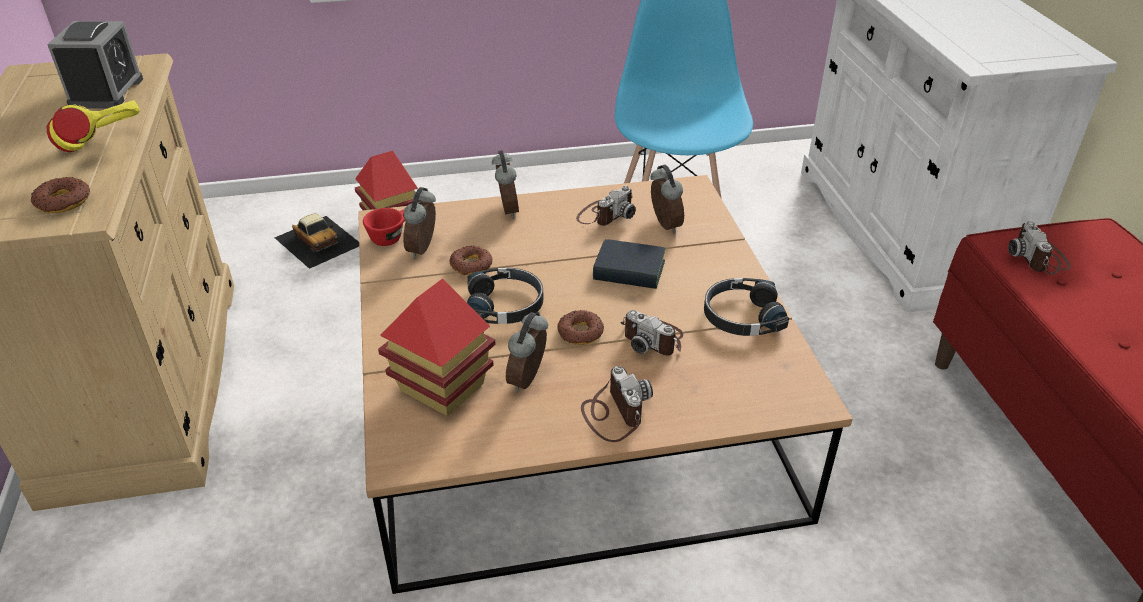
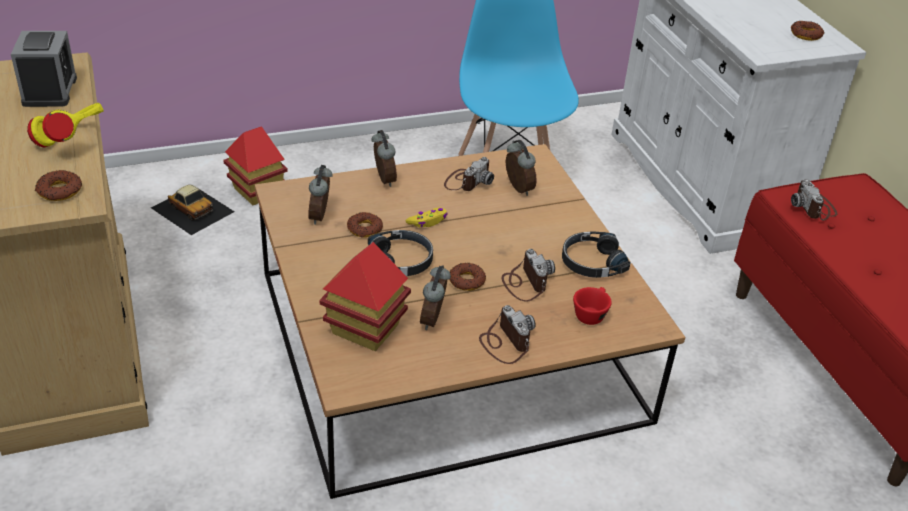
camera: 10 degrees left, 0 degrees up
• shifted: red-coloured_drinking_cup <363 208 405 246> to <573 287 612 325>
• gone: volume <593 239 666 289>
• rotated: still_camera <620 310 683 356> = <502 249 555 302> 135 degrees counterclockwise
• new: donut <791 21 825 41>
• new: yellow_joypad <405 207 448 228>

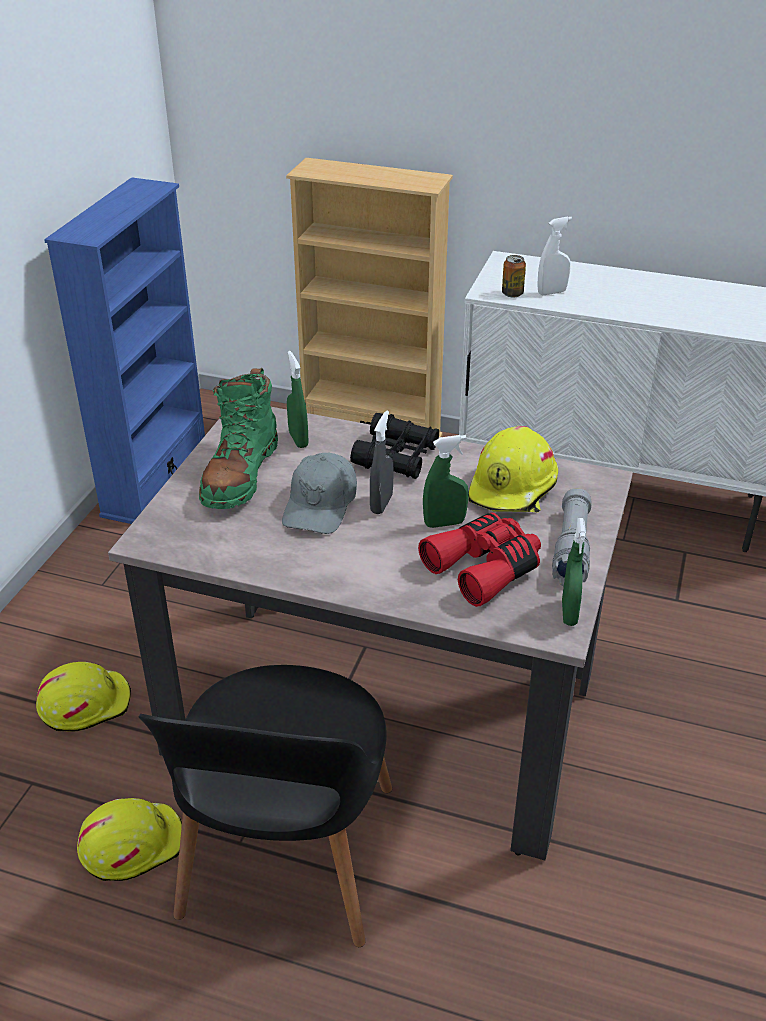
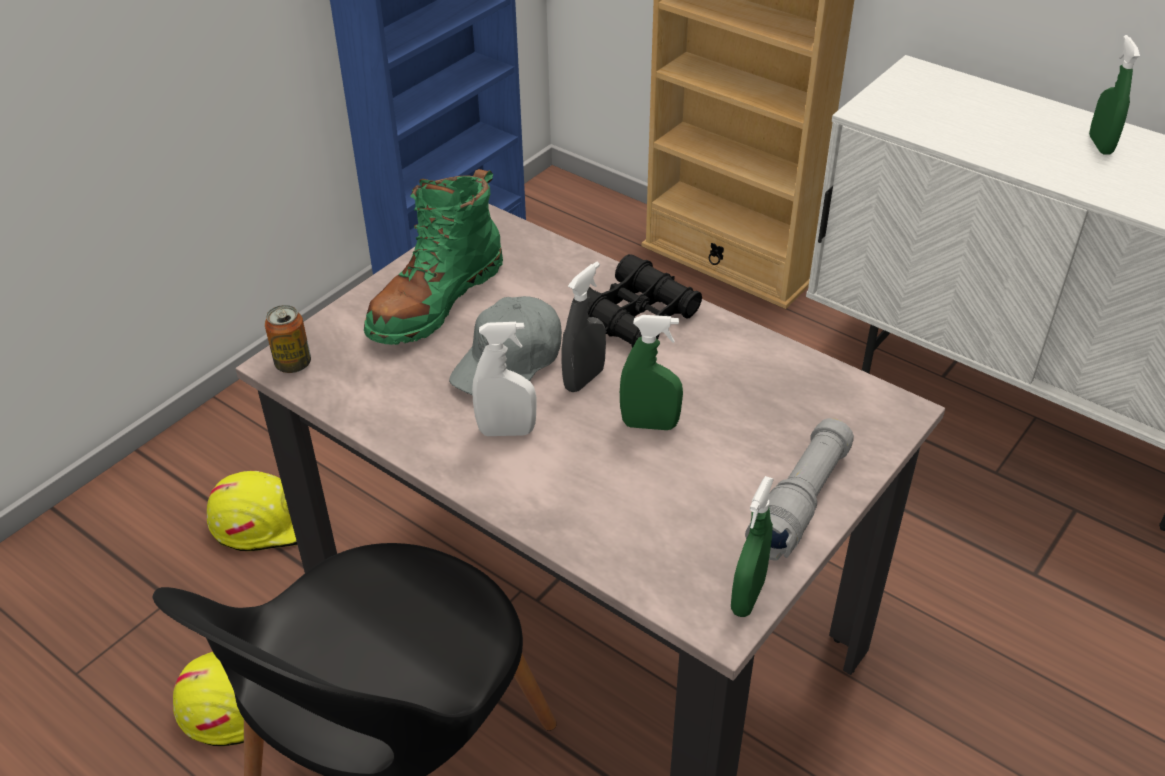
camera: 20 degrees right, 5 degrees up
• shifted: white_spray_bottle <537 217 572 295> to <472 322 536 436>
• shifted: can <502 255 526 298> to <265 305 311 373>
• shifted: greenish_spray_bottle <287 351 308 448> to <1089 35 1140 155>
• gone: yellow_work_helmet <468 426 558 512>
• gone: red-coloured_pair_of_binoculars <418 513 541 607>

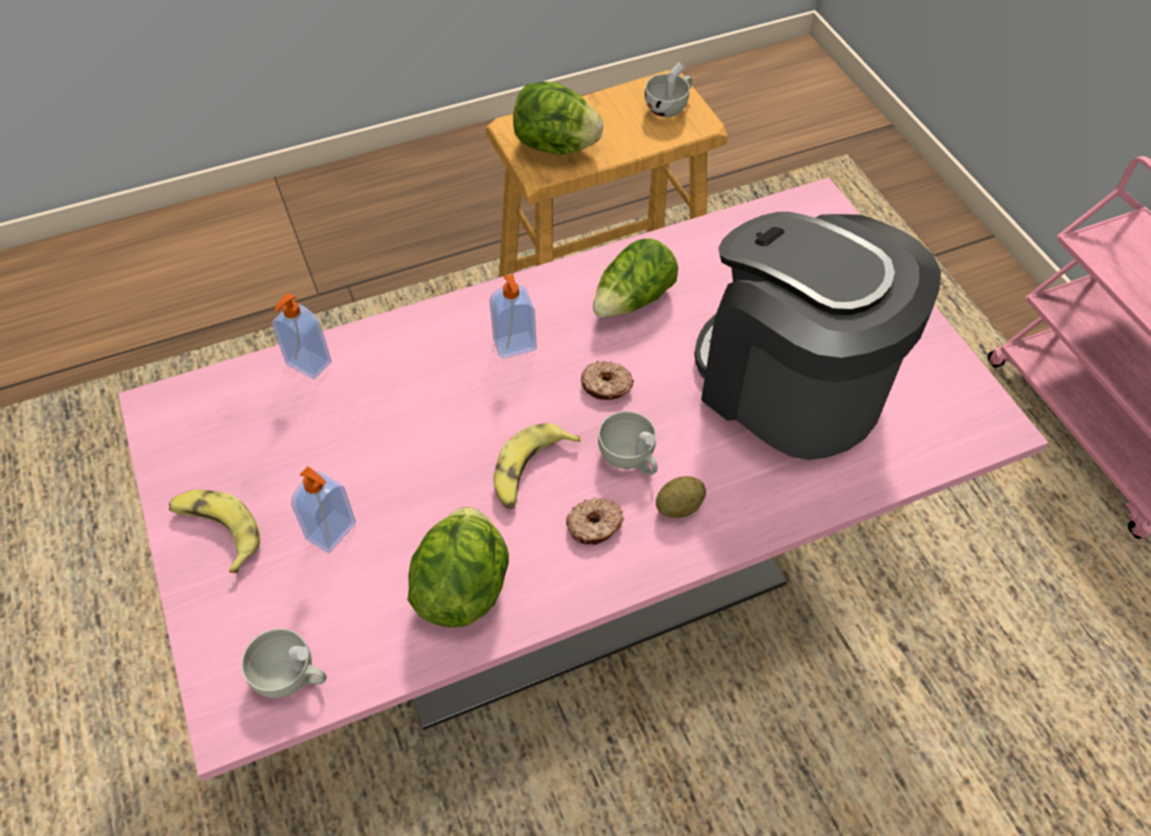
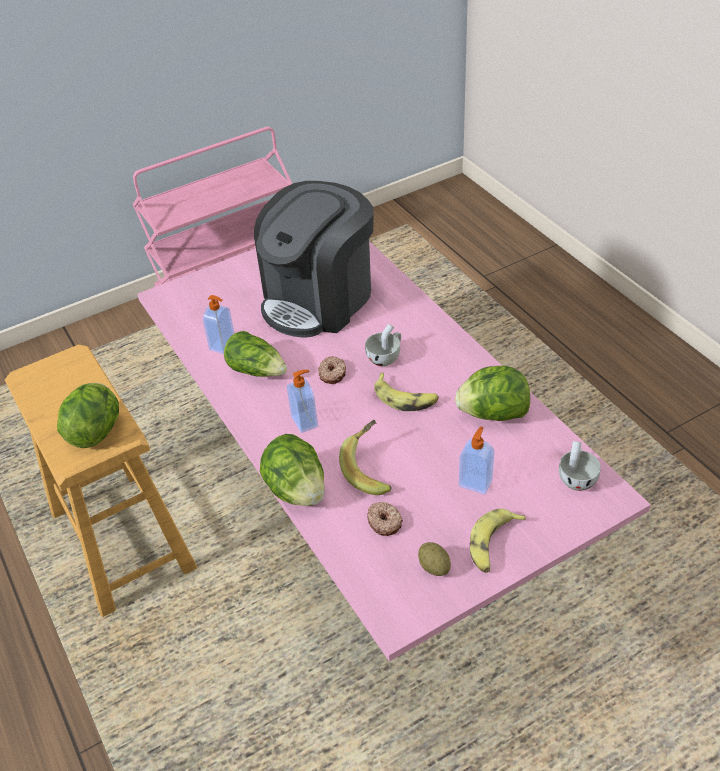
camera: 95 degrees left, 10 degrees down
• gone: white_drinking_cup <645 62 692 118>
• shifted: soap_dispenser <272 293 332 379> to <203 295 234 354>
• shifted: potato <656 476 706 518> to <418 542 451 576>
• shifted: donut <566 498 624 545> to <367 502 403 536>
• new: whole_banana <339 420 392 495>
• new: lettuce_head <260 434 325 506>

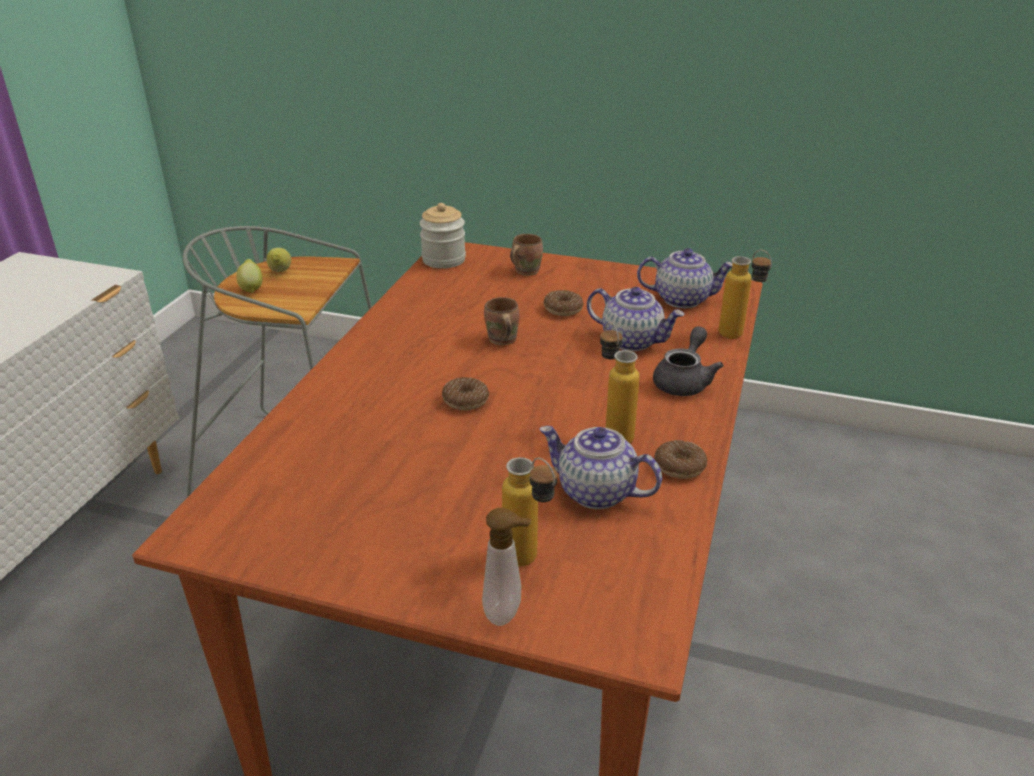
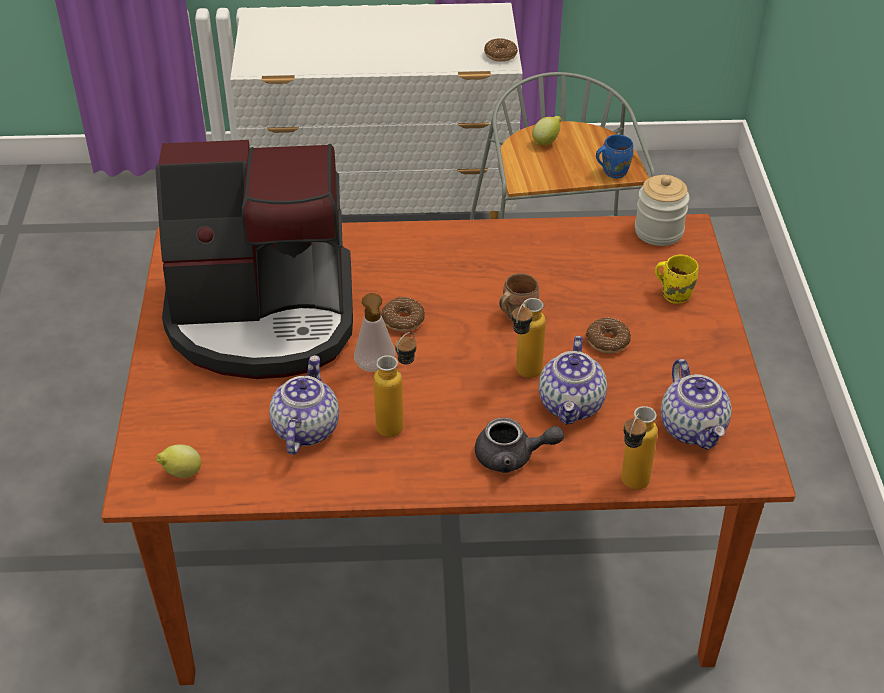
camera: 70 degrees right, 10 degrees up
• repainted: brownish_mug <510 234 543 276> to yellow_mug <655 255 699 304>
• shifted: lemon <267 248 291 272> to <156 444 201 478>
• shifted: donut <654 440 707 479> to <484 38 518 62>
• shifted: bottle <502 457 557 566> to <512 298 546 378>
• shifted: soap_dispenser <482 508 531 626> to <354 293 395 372>
• new: bluish_mug <596 135 633 178>
• new: coffee_machine <155 140 353 379>

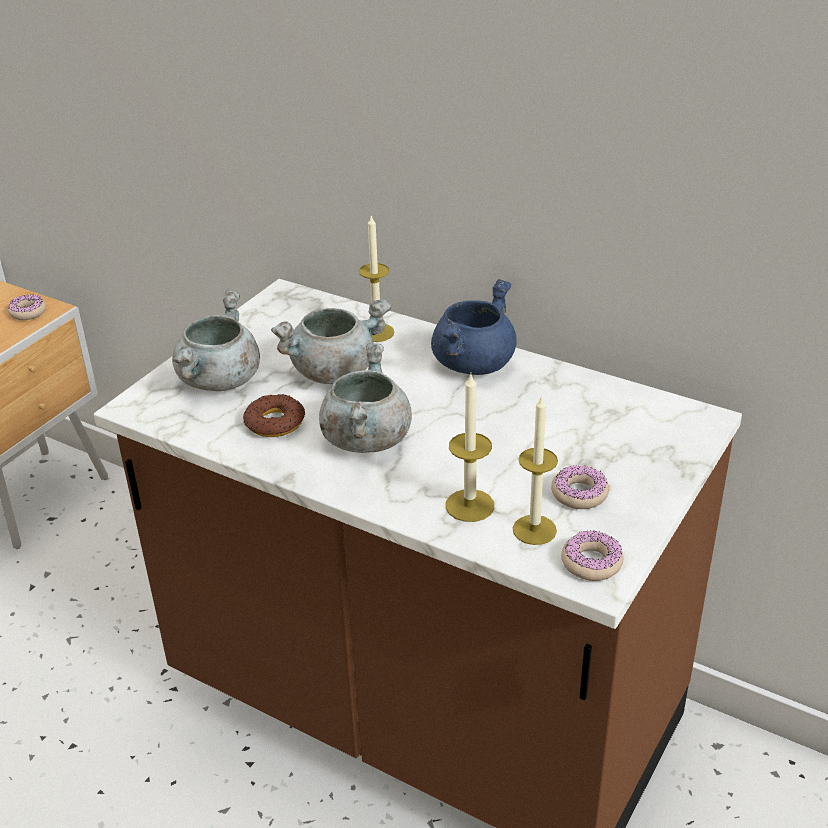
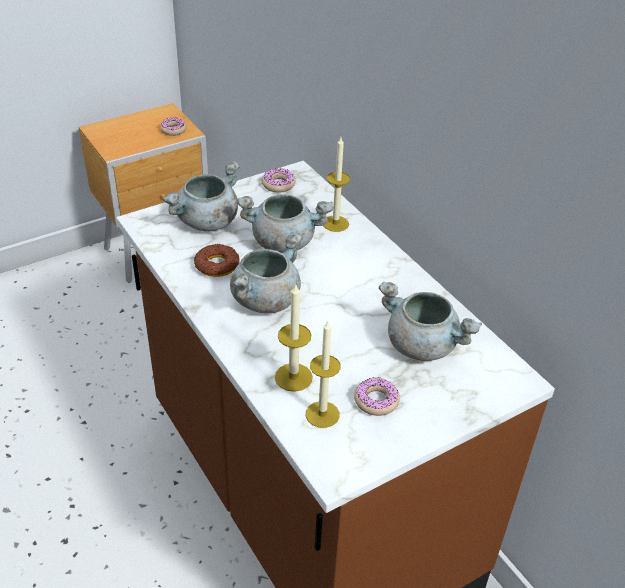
camera: 25 degrees right, 5 degrees up
• gone: bluish_saucepot <431 279 517 375>
• shifted: donut <561 531 623 581> to <262 168 295 193>
• new: gray_saucepot <379 282 482 361>

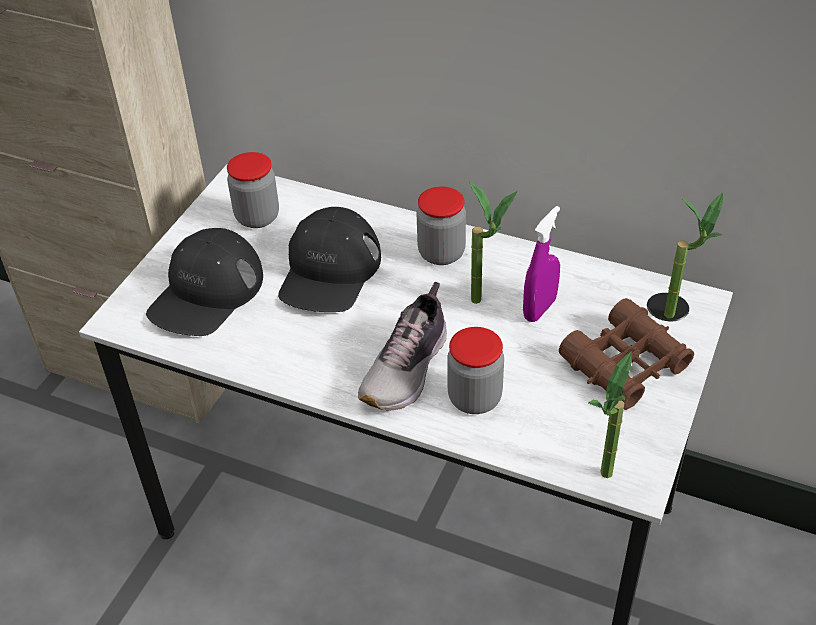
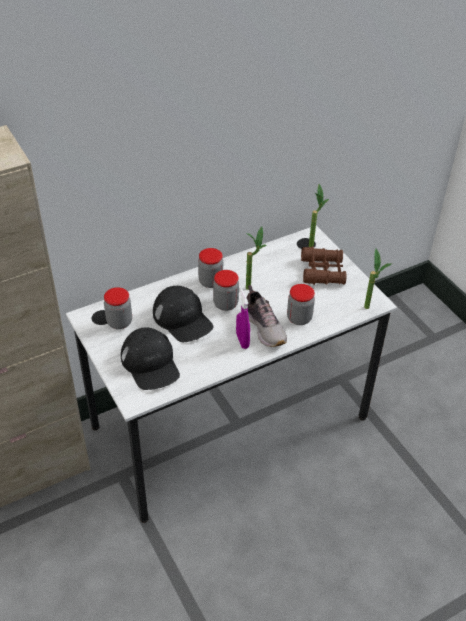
camera: 55 degrees left, 0 degrees up
• shifted: purple-coloured_spray_bottle <523 206 560 322> to <236 289 250 349>
• new: jar <213 270 239 311>

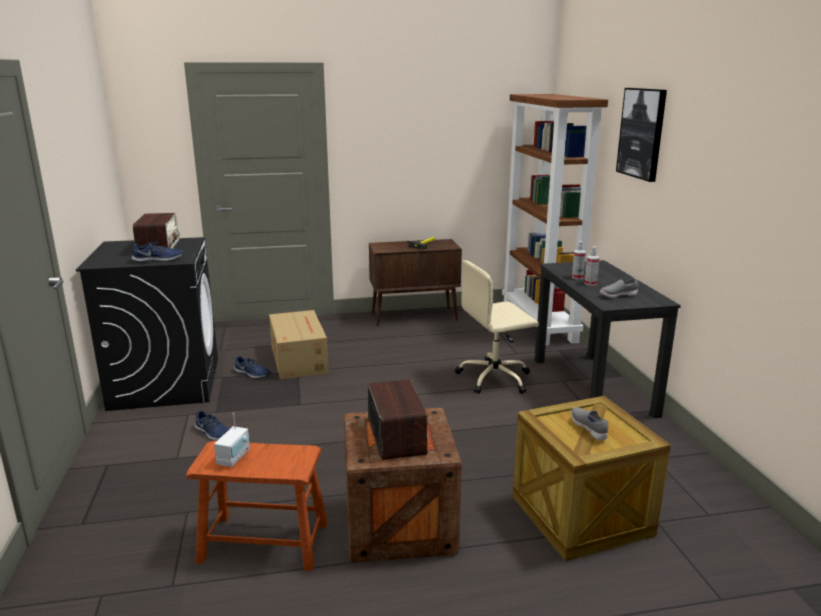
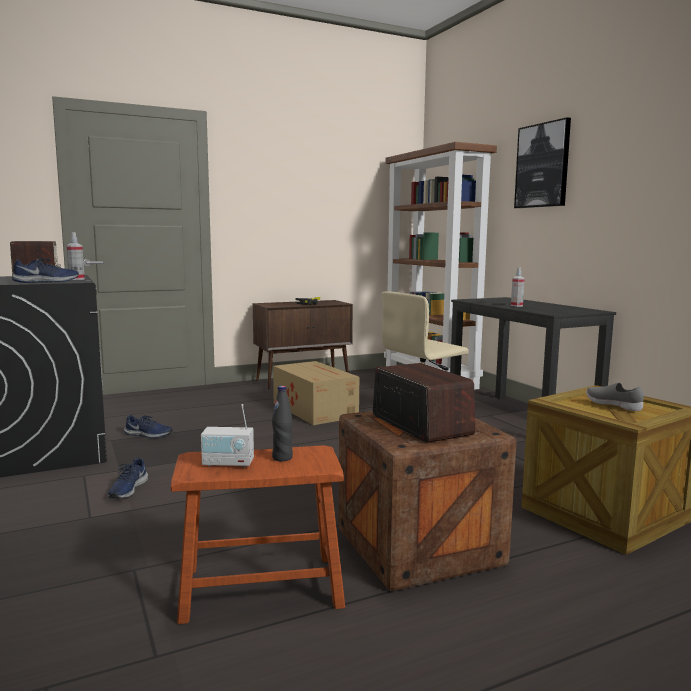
camera: 15 degrees left, 10 degrees down
• shifted: spray_bottle <572 241 586 279> to <66 232 85 280>
• gone: gray_low_shoe <600 278 638 298>
• shifted: packing_box <269 310 329 380> to <273 361 359 425>
• rotated: bluish_low_shoe <194 410 229 441> = <108 458 148 498> 75 degrees clockwise
• rotated: radio_receiver <214 413 250 467> = <201 404 254 468> 90 degrees clockwise
• new: blackish_bottle <272 386 293 462>

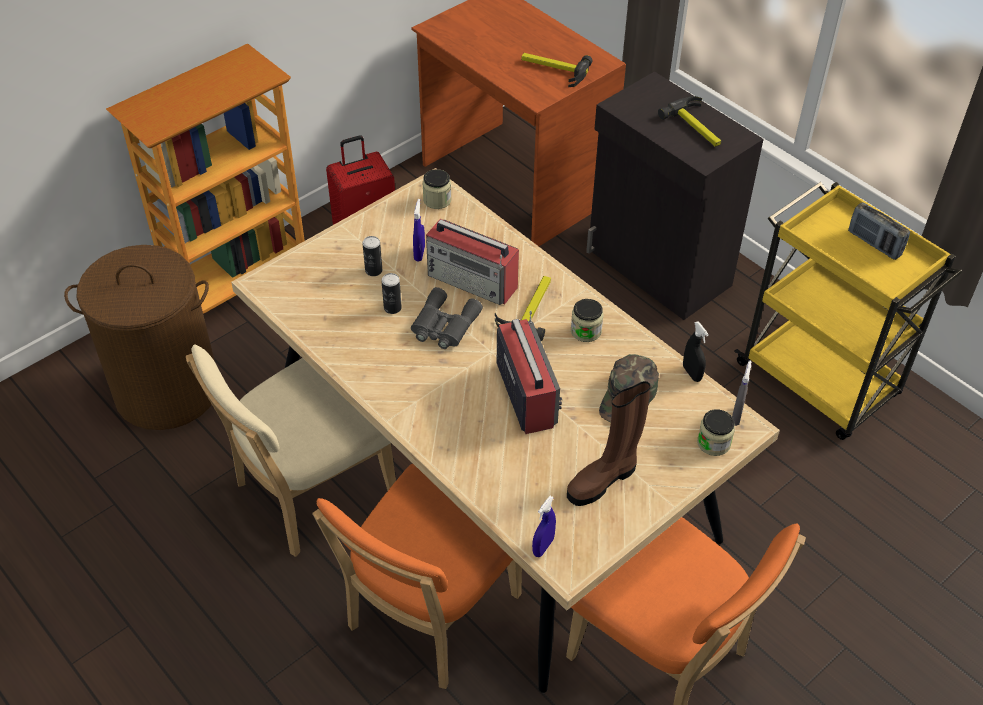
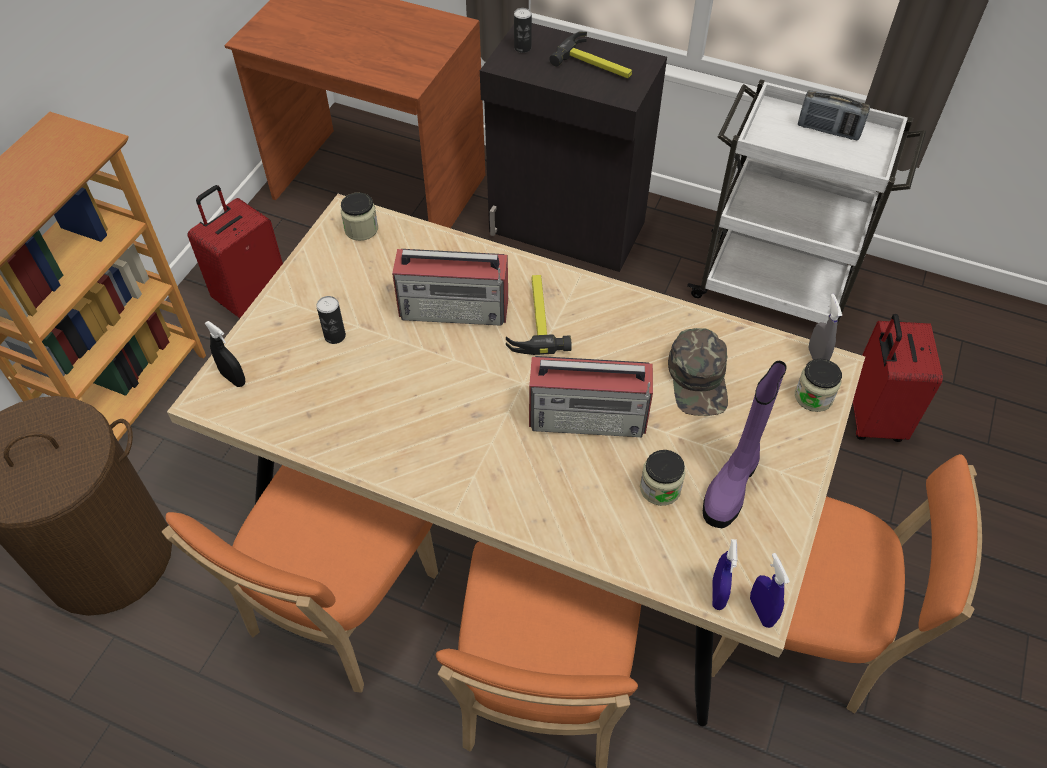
camera: 25 degrees left, 5 degrees up
• gone: tool_hammer <521 53 593 87>
• repainted: yellow_trolley <734 182 962 440> to white_trolley <687 79 926 325>
• shifted: bluish_spray_bottle <413 199 425 262> to <750 553 790 628>
• shifted: can <381 273 402 314> to <514 8 532 53>
• gone: gray_pair_of_binoculars <411 287 483 349>
• shifted: jar <571 299 603 342> to <640 450 685 506>
• rotated: radio_receiver <496 310 562 434> = <529 356 653 437> 135 degrees clockwise
• shifted: blackish_spray_bottle <683 321 709 382> to <204 321 245 387>
• repainted: sand-coloured_upright_chair <186 344 396 557> to orangey_upright_chair <162 465 438 693>
• repainted: brownish_tall_boot <567 381 650 506> to purple-coloured_tall_boot <703 361 786 528>
• new: red-coloured_suitcase <853 314 943 442>

